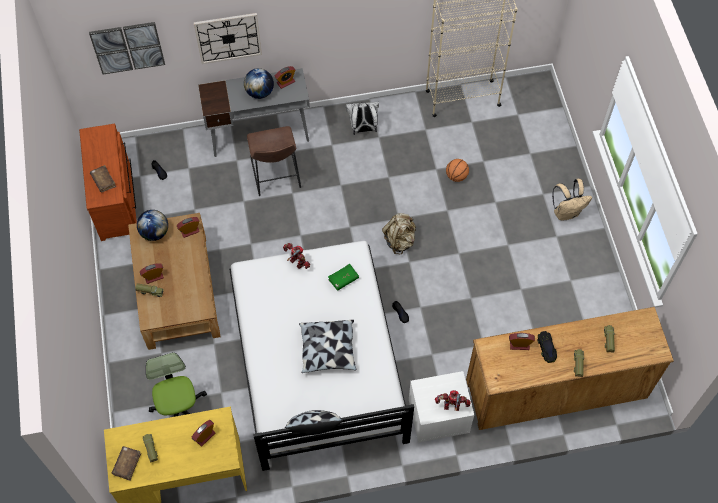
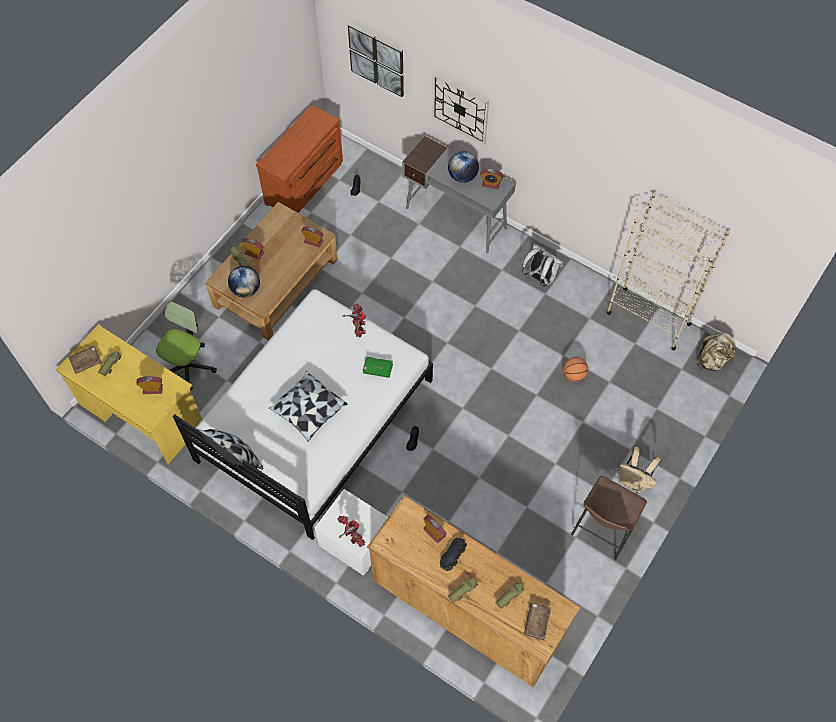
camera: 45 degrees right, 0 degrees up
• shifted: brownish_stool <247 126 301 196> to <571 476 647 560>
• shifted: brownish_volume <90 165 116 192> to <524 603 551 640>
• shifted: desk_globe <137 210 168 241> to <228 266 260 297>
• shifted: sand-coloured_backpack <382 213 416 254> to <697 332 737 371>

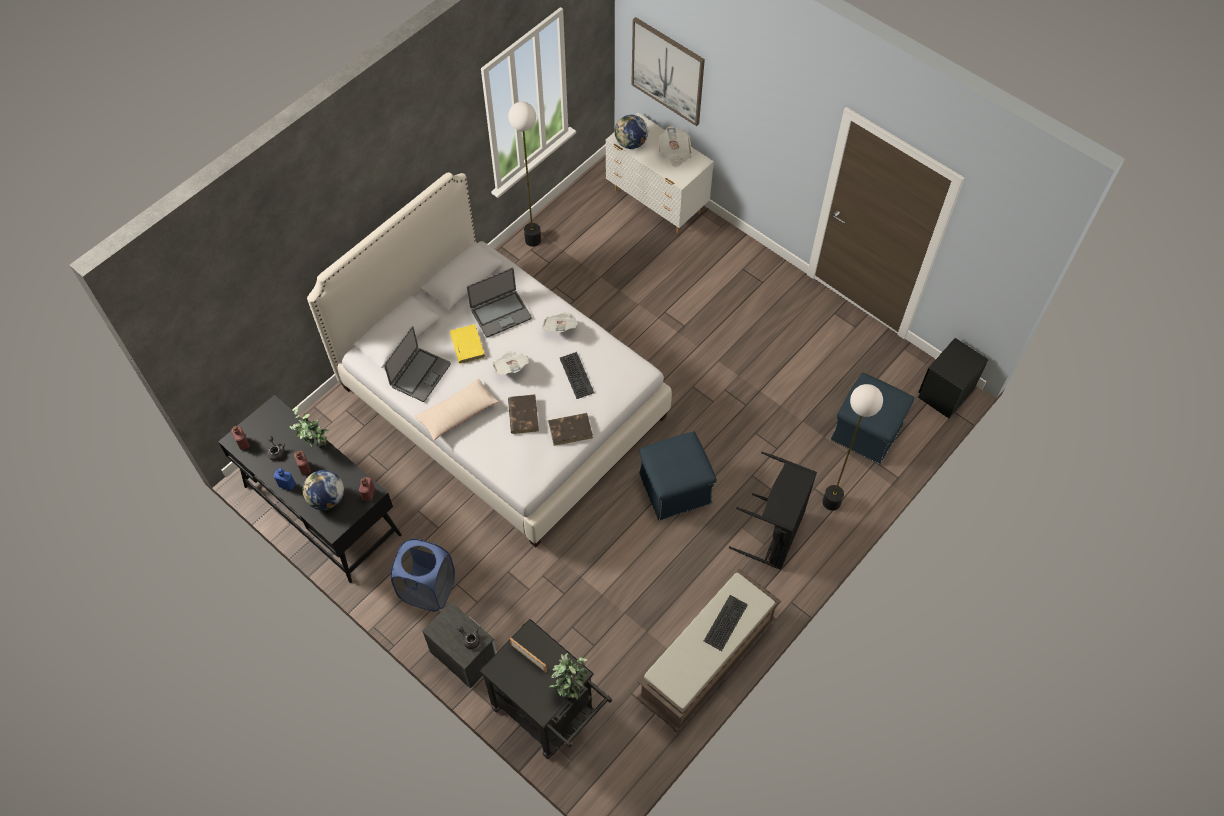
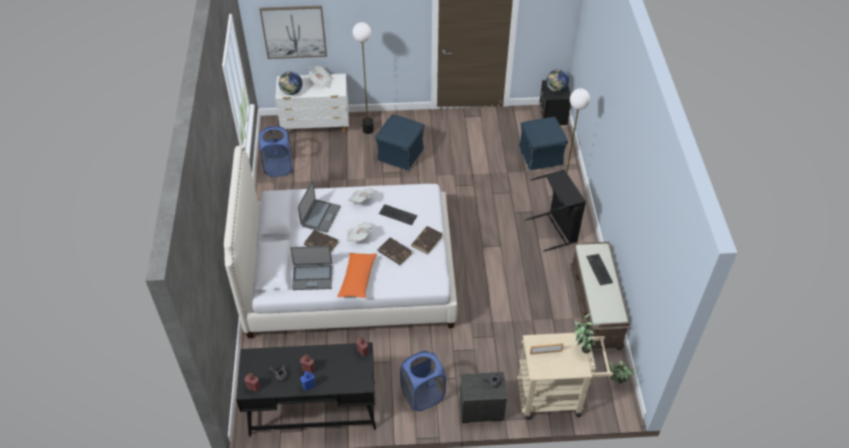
camera: 45 degrees left, 10 degrees down
• shifted: standard_lamp <508 102 541 247> to <353 22 374 134>
• repainted: yellow_volume <450 324 485 364> to brownish_volume <304 230 338 252>
• rotated: notebook_computer <384 326 451 402> = <290 246 332 290> 105 degrees clockwise
• repainted: sand-coloured_throw_pillow <414 378 499 440> to orangey_throw_pillow <337 253 377 298>
• shifted: potted_plant <290 406 329 448> to <610 360 636 383>
• shifted: bluish_pouffe <639 432 717 521> to <375 114 425 171>
• shifted: desk_globe <302 470 344 510> to <546 69 569 92>
• repainted: blackish_trolley <479 619 612 759> to sand-coloured_trolley <517 333 613 420>
• new: bluish_hamper <259 126 293 177>

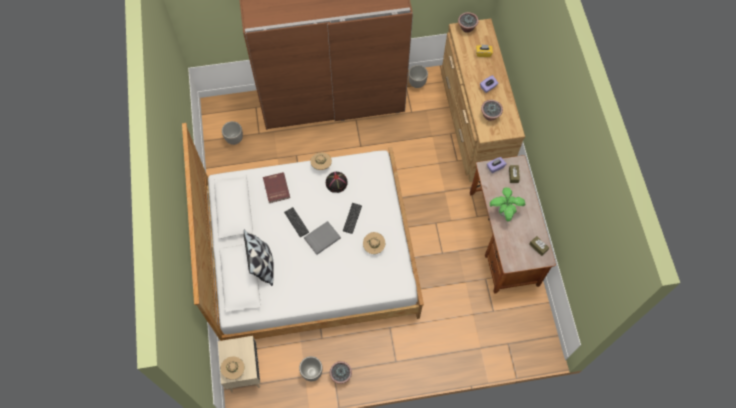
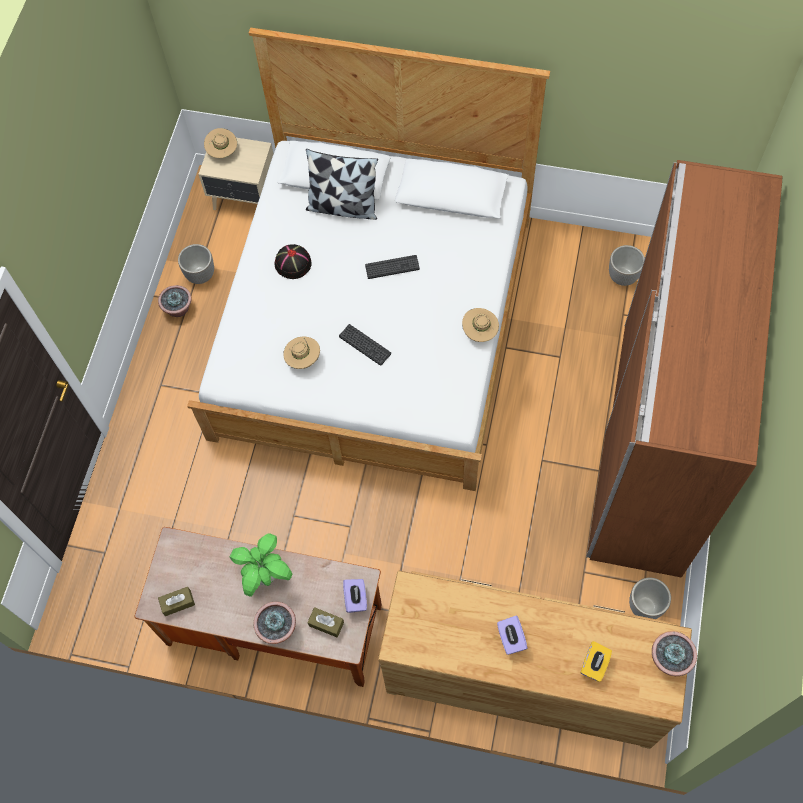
camera: 115 degrees right, 0 degrees up
• shifted: potted_plant <481 100 503 121> to <253 602 296 644>
• gone: red-coloured_volume <263 172 290 203>
• shifted: blackish_wearable_hat <326 172 347 193> to <275 244 311 279>
• gone: gray_volume <304 221 341 255>

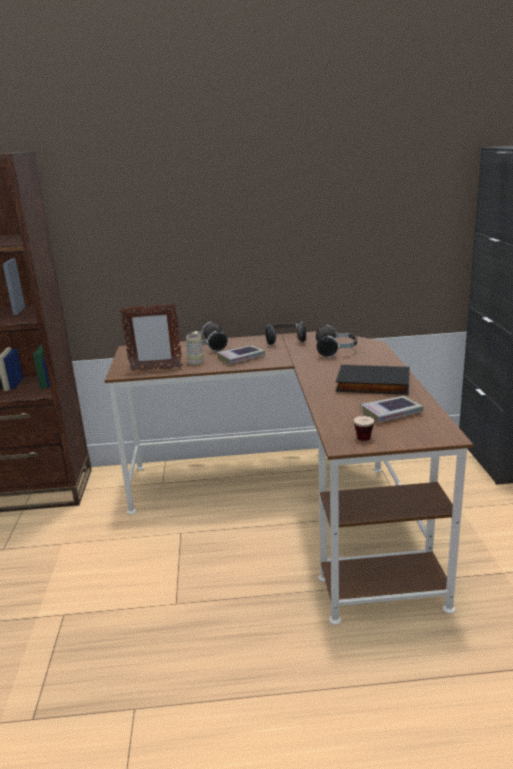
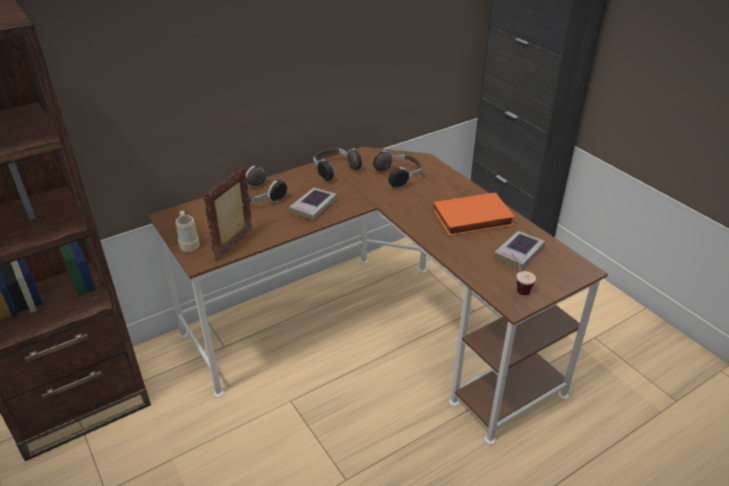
camera: 30 degrees left, 15 degrees up
• rotated: picture_frame <120 303 183 371> = <203 166 252 261> 150 degrees clockwise
• shifted: sand-coloured_mug <186 331 204 365> to <176 211 200 252>
• repainted: blackish_volume <336 365 410 395> to orangey_volume <433 193 515 236>

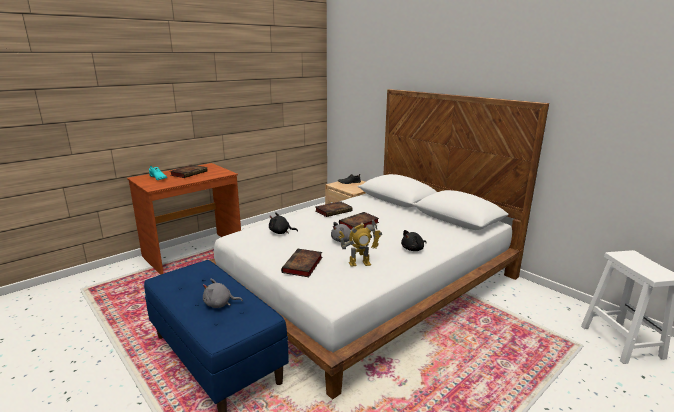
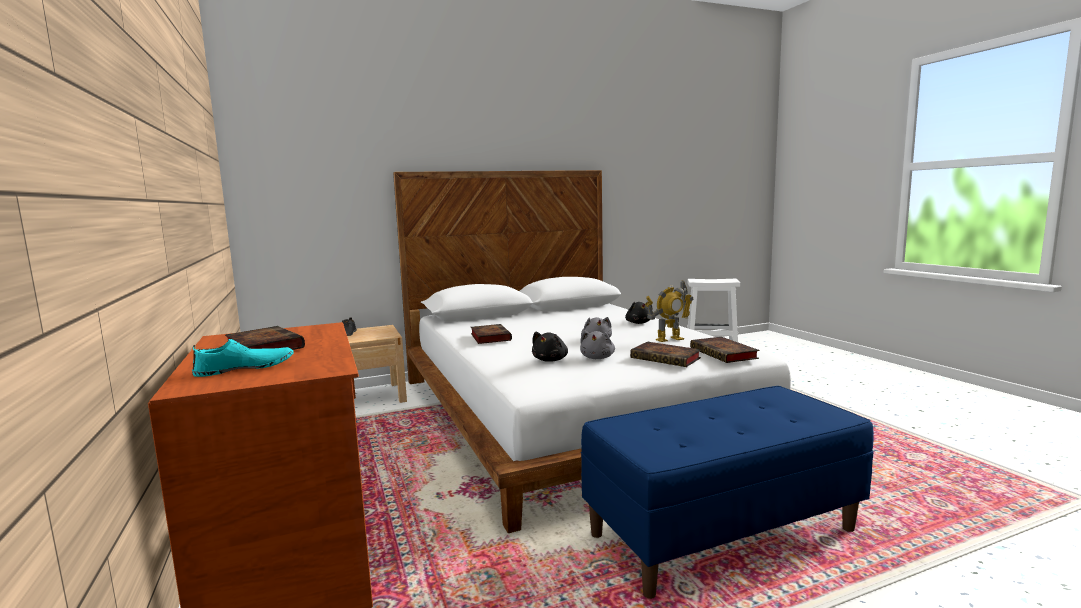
camera: 70 degrees left, 10 degrees down
• shifted: volume <339 212 379 231> to <690 337 759 363>
• rotated: model_robot <339 219 382 267> = <645 281 694 342> 60 degrees clockwise
• shifted: gray_plush_toy <203 279 243 308> to <580 331 615 359>

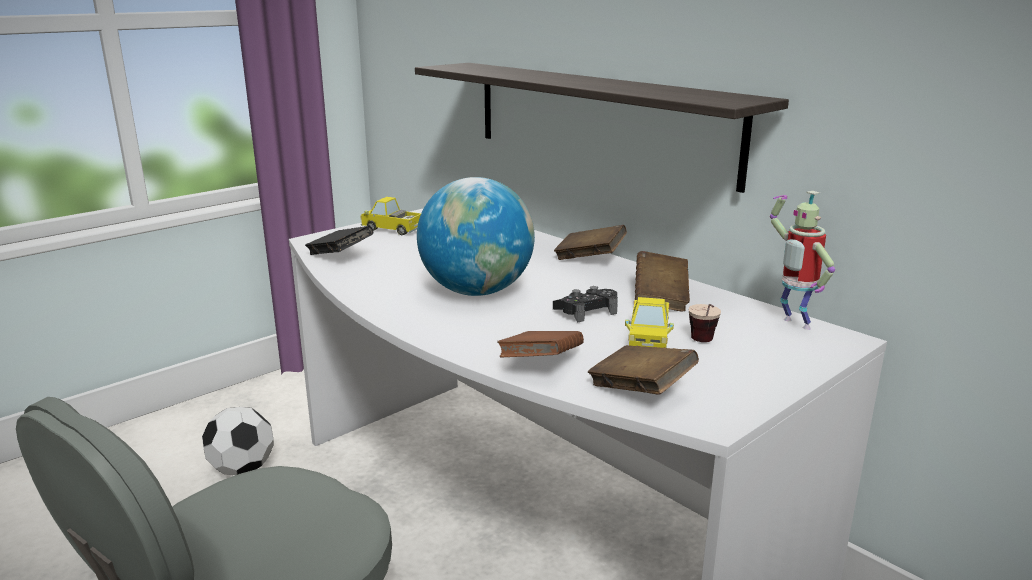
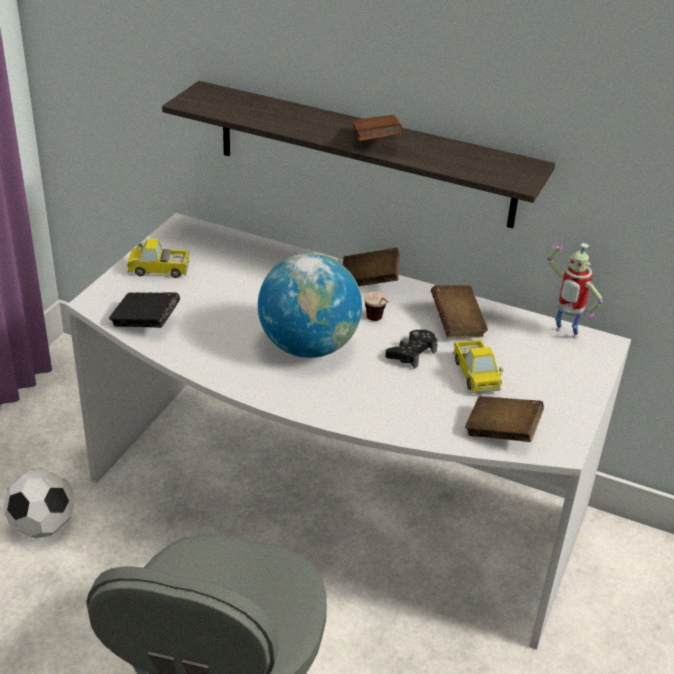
camera: 25 degrees left, 15 degrees up
• shifted: drinking_cup <688 304 721 342> to <364 292 389 321>
• shifted: brownish_volume <497 331 584 358> to <353 115 403 141>

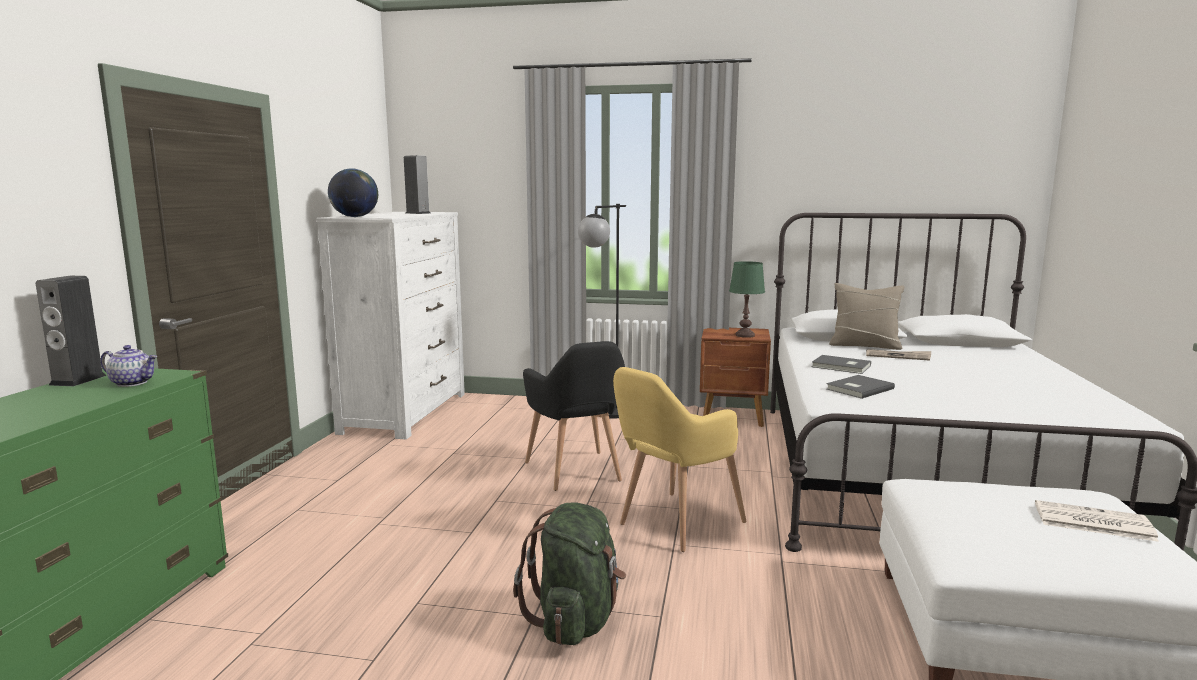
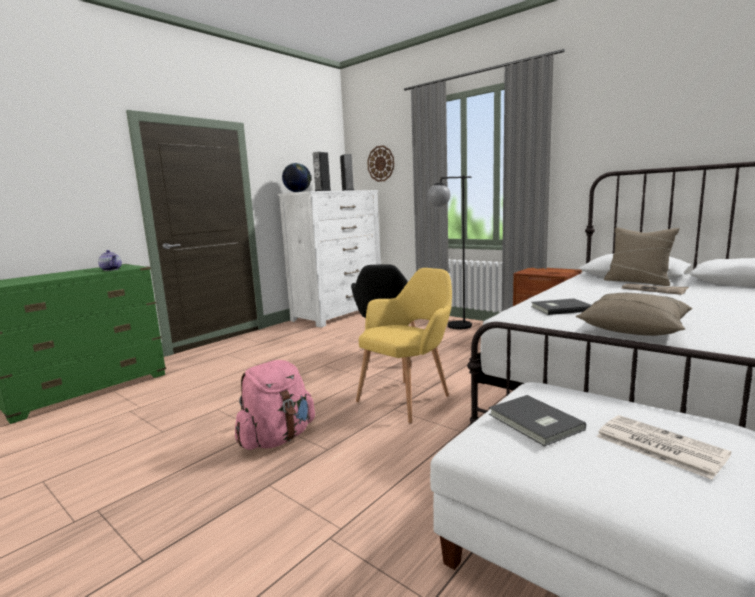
camera: 30 degrees right, 0 degrees up
• gone: greenish_lamp_for_a_table <729 261 765 338>
• shifted: loudspeaker <36 276 107 386> to <313 152 331 191>
• shifted: gray_volume <811 355 871 374> to <489 395 586 446>
• rotated: yellow_easy_chair <613 367 746 552> = <356 268 452 424> 150 degrees clockwise
• repainted: greenish_backpack <513 503 626 645> to pinkish_backpack <235 360 315 450>
• new: hanging_clock <367 145 394 182>
• new: sand-coloured_throw_pillow <576 293 693 336>

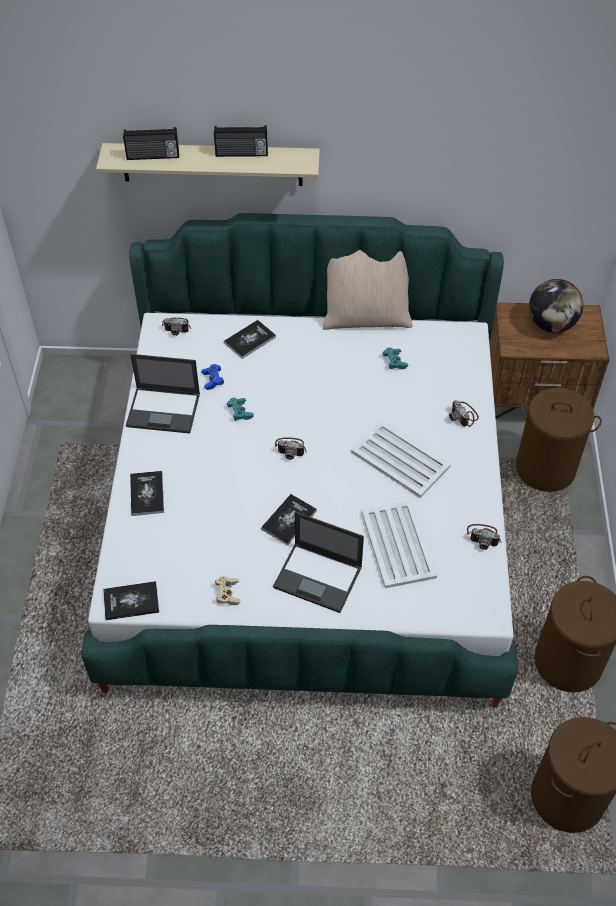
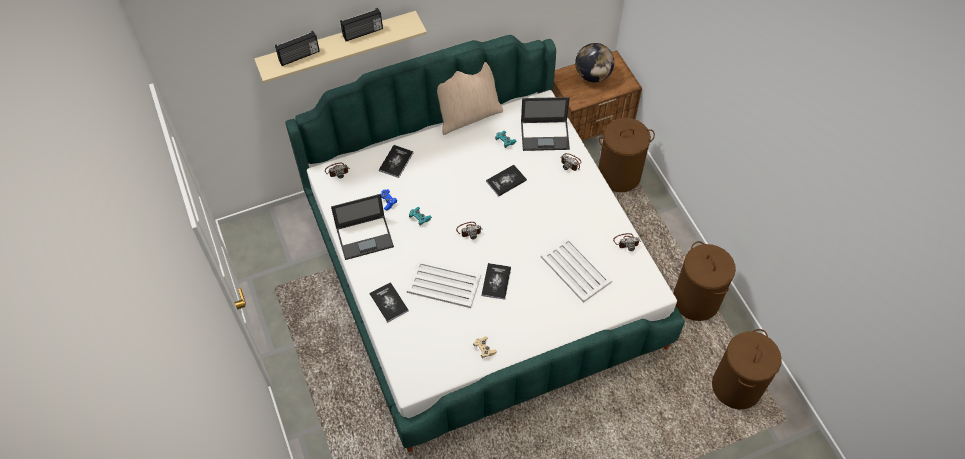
camera: 25 degrees left, 5 degrees up
• shifted: white_tray <351 421 451 498> to <407 259 481 308>
• shifted: notebook_computer <273 512 364 613> to <521 97 570 151>
• shifted: volume <103 581 159 620> to <486 165 527 197>

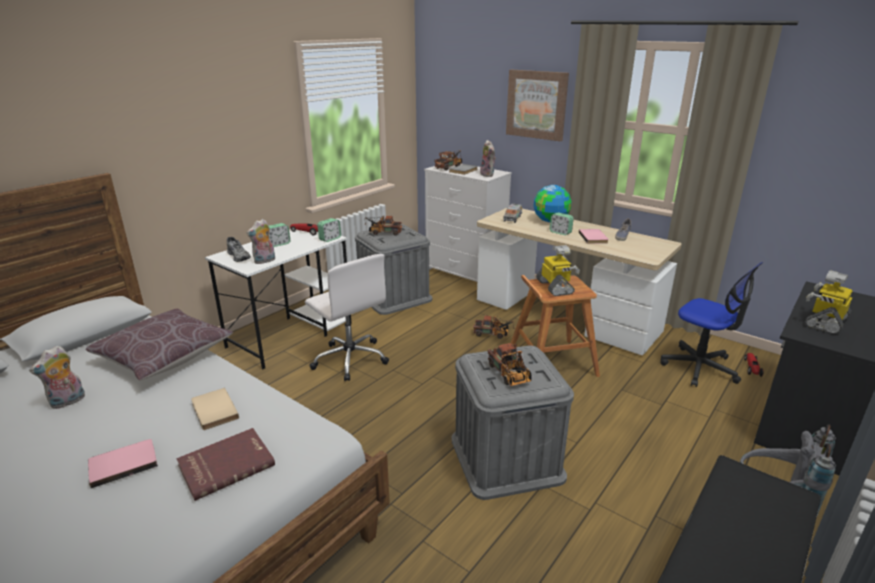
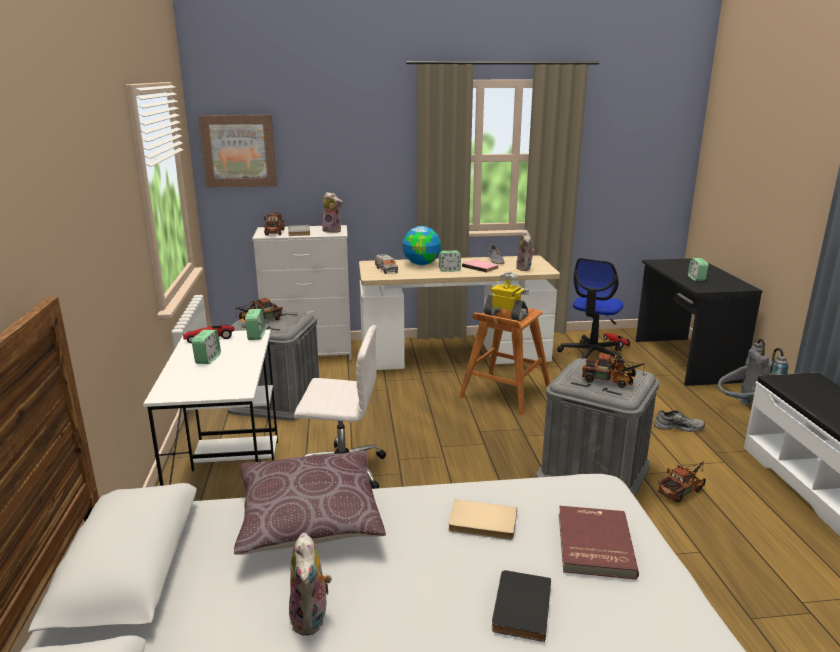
camera: 45 degrees left, 5 degrees down
• shifted: picture <506 70 569 141> to <199 115 277 188>
• shifted: plush_toy <246 219 275 264> to <516 230 535 271>
• shifted: gray_low_shoe <227 237 251 262> to <654 410 705 432>
• rotated: desk_chair <660 262 763 387> = <557 258 624 364> 120 degrees clockwise
• swapped: model_robot <805 270 852 334> to bedside_clock <688 258 709 281>
• shifted: model_truck <473 315 515 339> to <658 461 706 503>
• repainted: pinkish_volume <88 439 158 488> to blackish_volume <492 570 551 642>

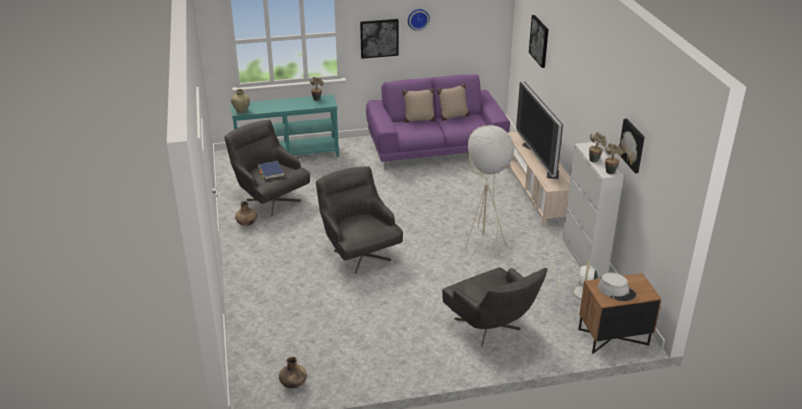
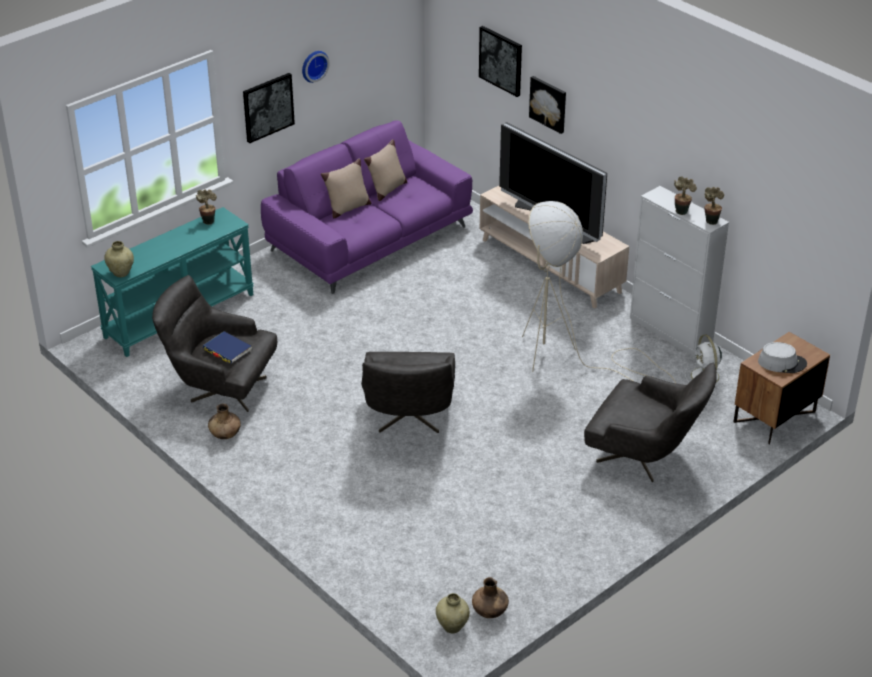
camera: 30 degrees left, 5 degrees up
• shifted: picture <620 118 645 173> to <529 76 566 134>
• rotated: gray_easy_chair <316 166 403 274> = <361 352 455 433> 120 degrees counterclockwise
• new: sand-coloured_flower_vase <436 593 470 634>

